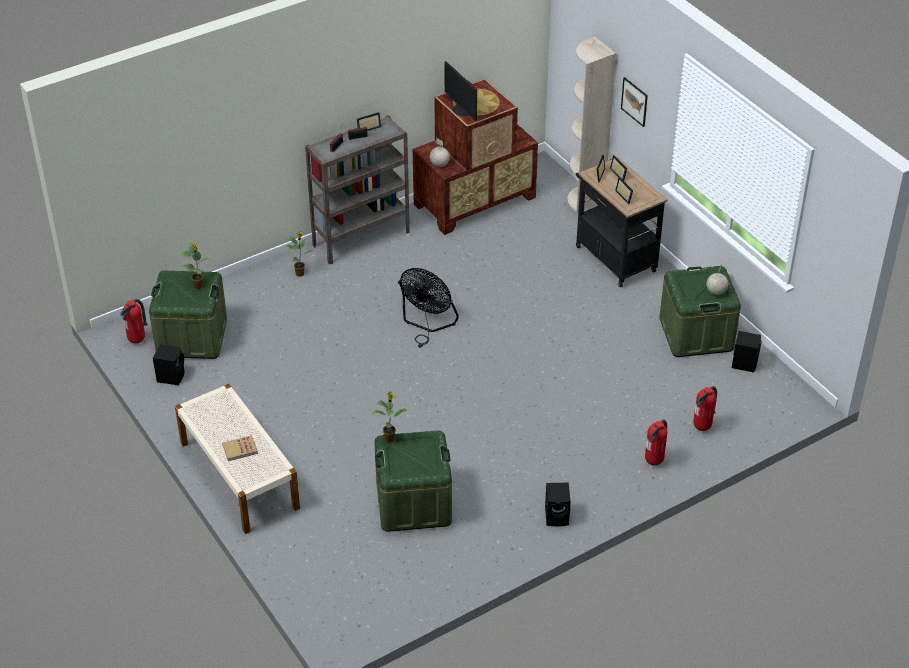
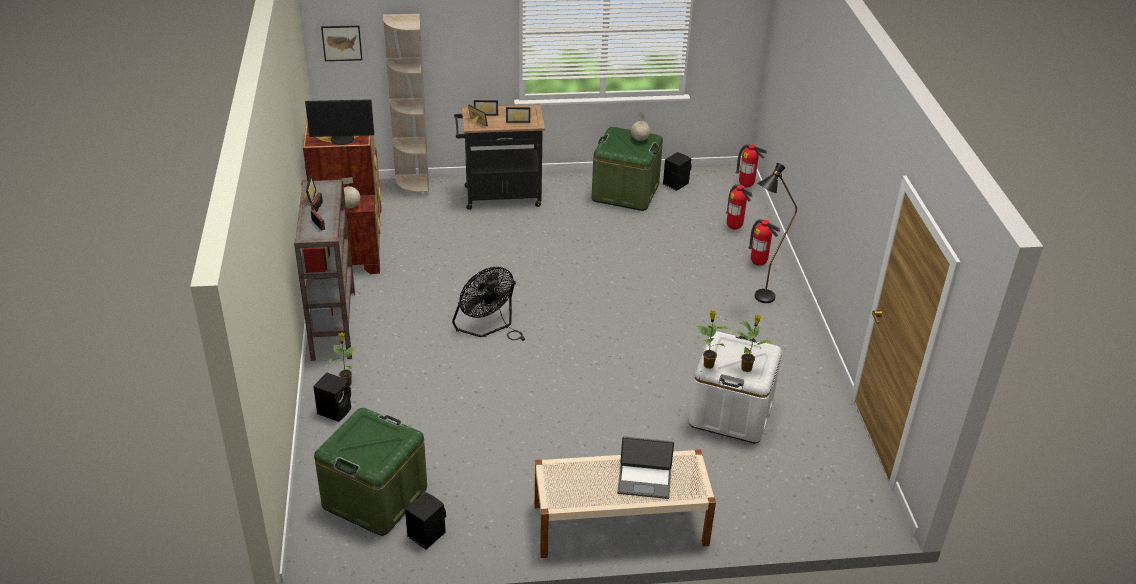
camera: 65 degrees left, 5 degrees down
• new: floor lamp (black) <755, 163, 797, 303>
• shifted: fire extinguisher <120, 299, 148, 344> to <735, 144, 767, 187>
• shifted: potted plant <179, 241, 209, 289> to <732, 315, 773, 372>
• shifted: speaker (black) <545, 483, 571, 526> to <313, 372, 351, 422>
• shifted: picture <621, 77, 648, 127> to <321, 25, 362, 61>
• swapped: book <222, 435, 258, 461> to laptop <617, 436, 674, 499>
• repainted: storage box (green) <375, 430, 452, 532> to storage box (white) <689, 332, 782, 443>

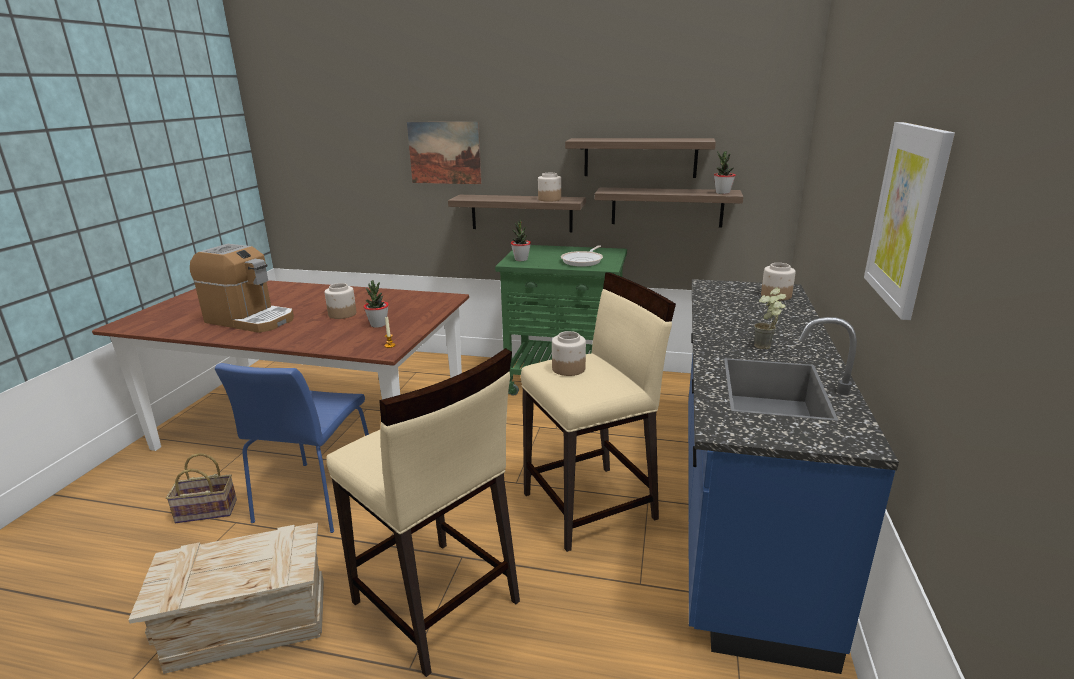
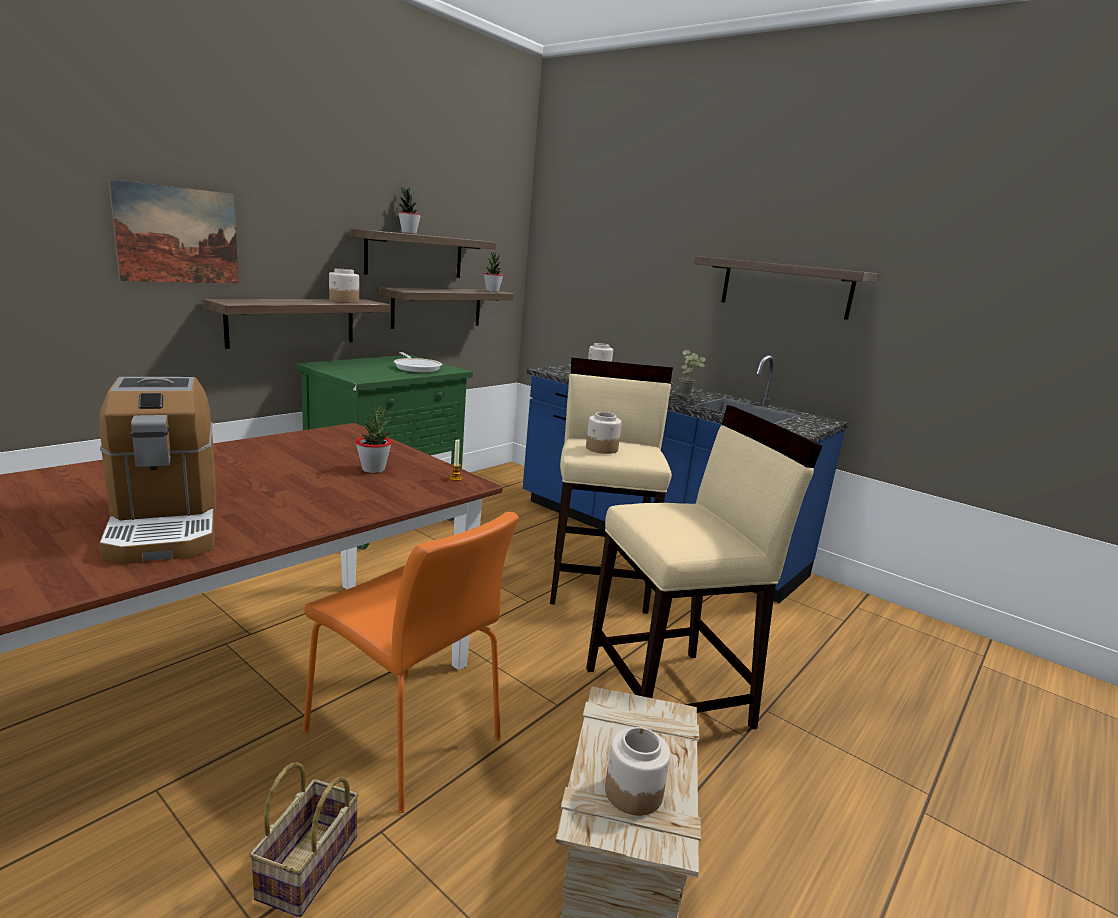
camera: 65 degrees left, 5 degrees down
• shifted: jar <325, 283, 356, 319> to <605, 727, 670, 816>
• shifted: potted plant <511, 219, 531, 261> to <398, 187, 421, 234>
• swapped: picture <864, 122, 955, 320> to shelf <694, 256, 877, 320>
• repainted: chair (blue) <215, 363, 369, 533> to chair (orange) <303, 512, 519, 813>
• rotated: coffee machine <190, 244, 294, 333> = <99, 377, 217, 564> 105 degrees clockwise

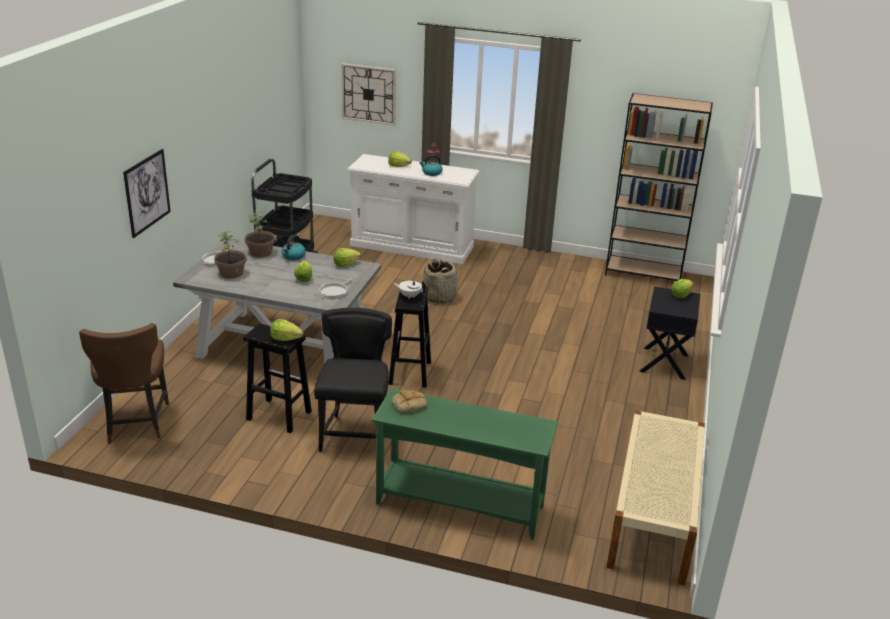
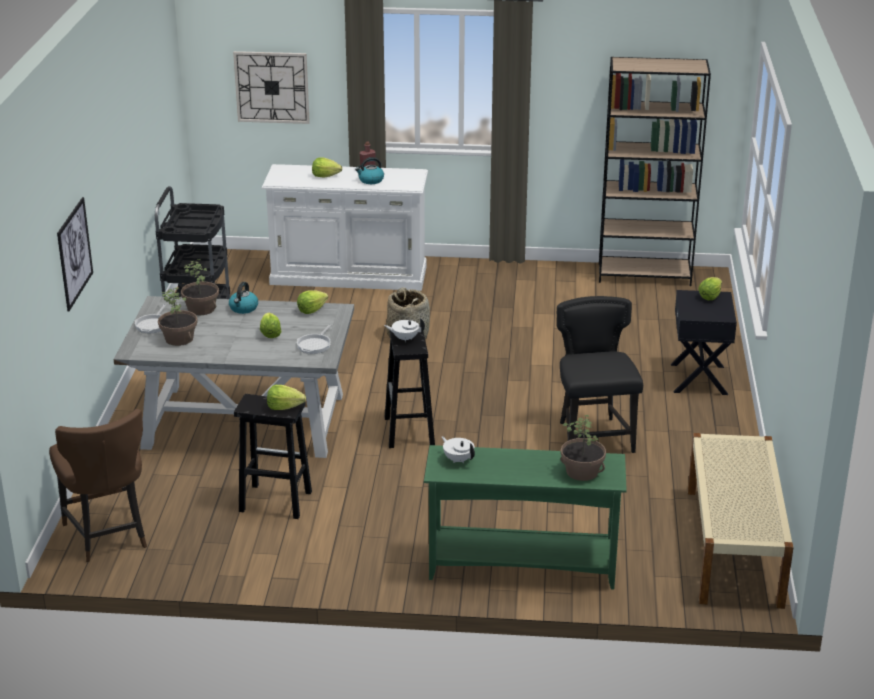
camera: 10 degrees left, 0 degrees up
• new: potted plant <561, 414, 606, 481>
• shifted: chair (black) <314, 308, 392, 452> to <557, 296, 643, 453>
• swapped: bread <392, 390, 427, 414> to teapot (white) <442, 436, 475, 463>

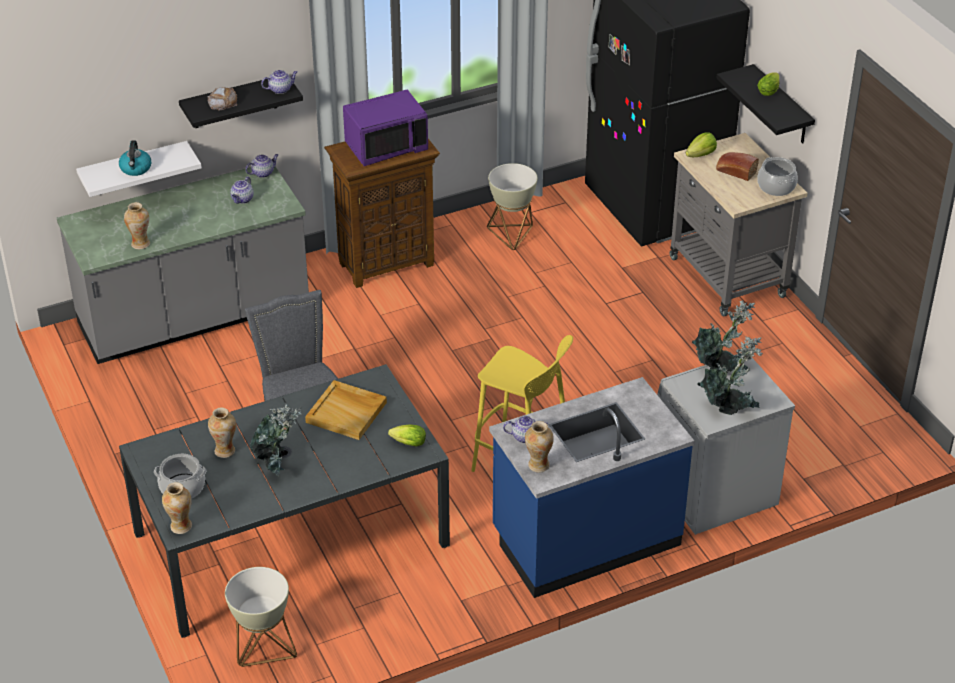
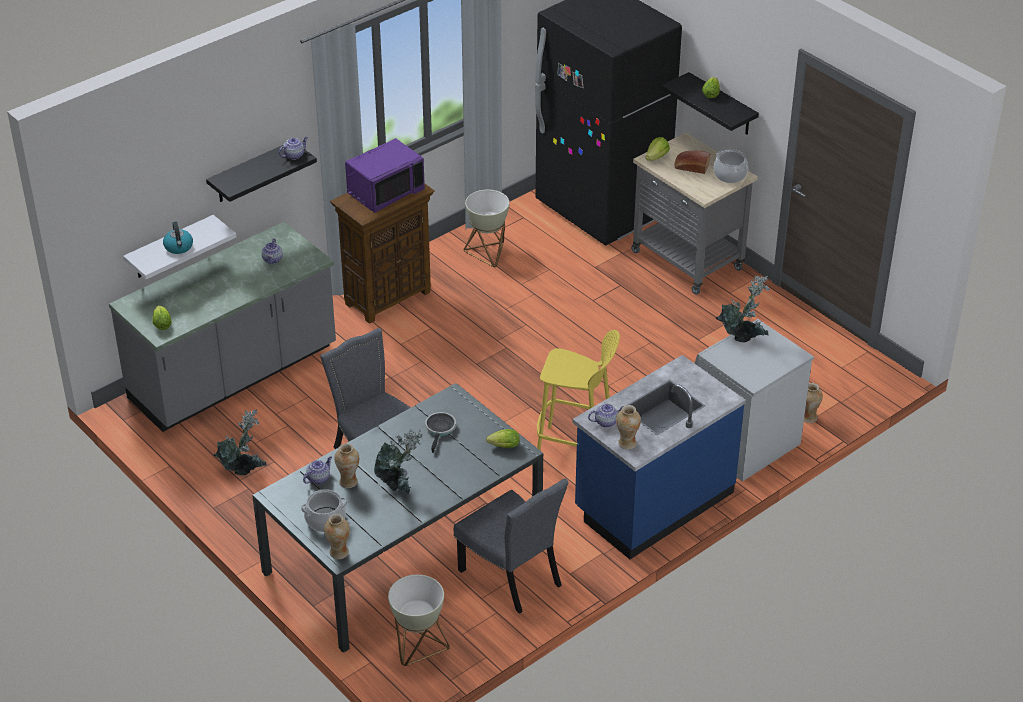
camera: 15 degrees left, 0 degrees up
• gone: bread <207, 87, 237, 111>
• new: lettuce <152, 305, 172, 330>
• new: chair (grey) <454, 479, 568, 614>
• shifted: vase <124, 202, 150, 249> to <804, 383, 823, 423>
• shifted: teapot <245, 154, 278, 178> to <303, 456, 332, 484>
• shifted: potted plant <698, 337, 763, 415> to <214, 409, 267, 475>
• swapped: tray (beige) <305, 380, 387, 440> to frying pan <425, 412, 456, 453>

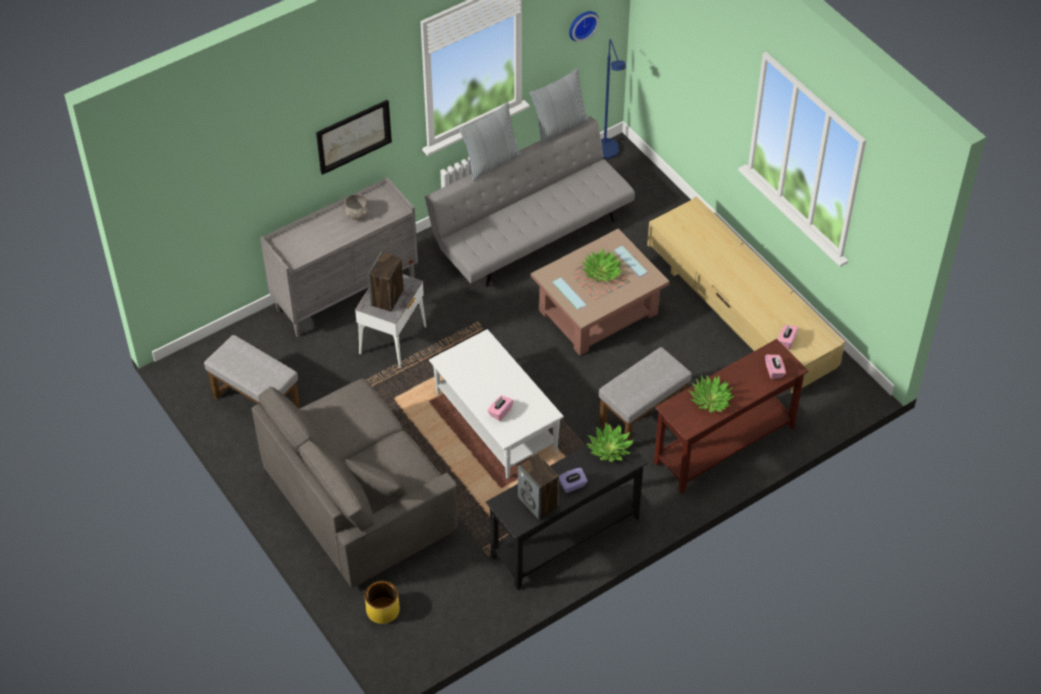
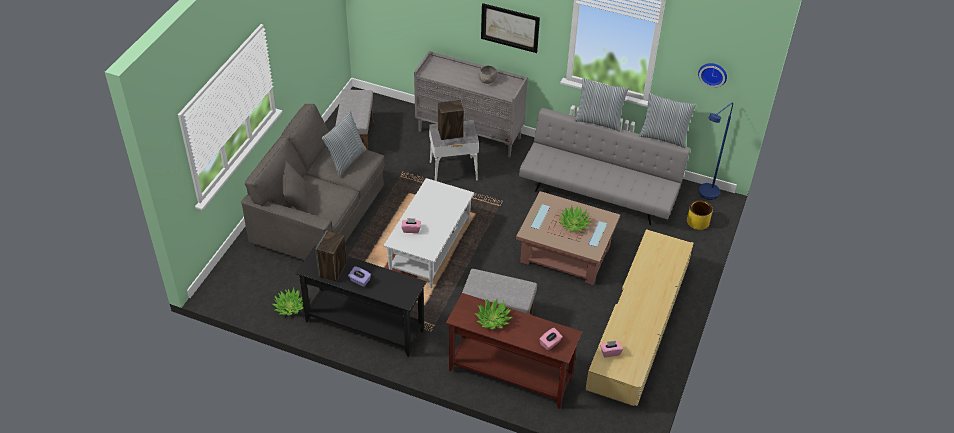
camera: 55 degrees right, 5 degrees down
• new: pillow <322, 110, 367, 177>
• shifted: planter (yellow) <365, 581, 400, 624> to <687, 200, 713, 230>
• shifted: potted plant <587, 423, 635, 462> to <272, 288, 304, 316>

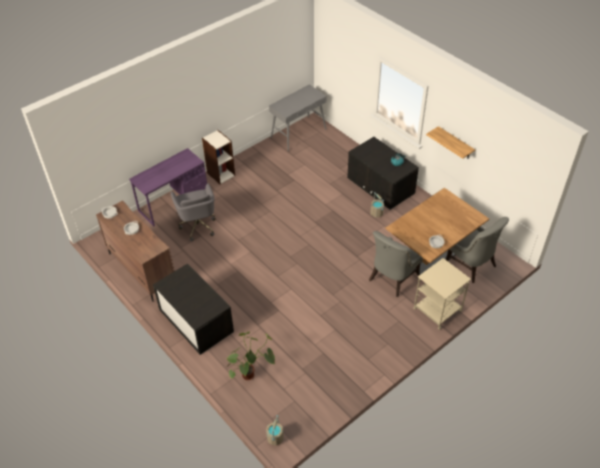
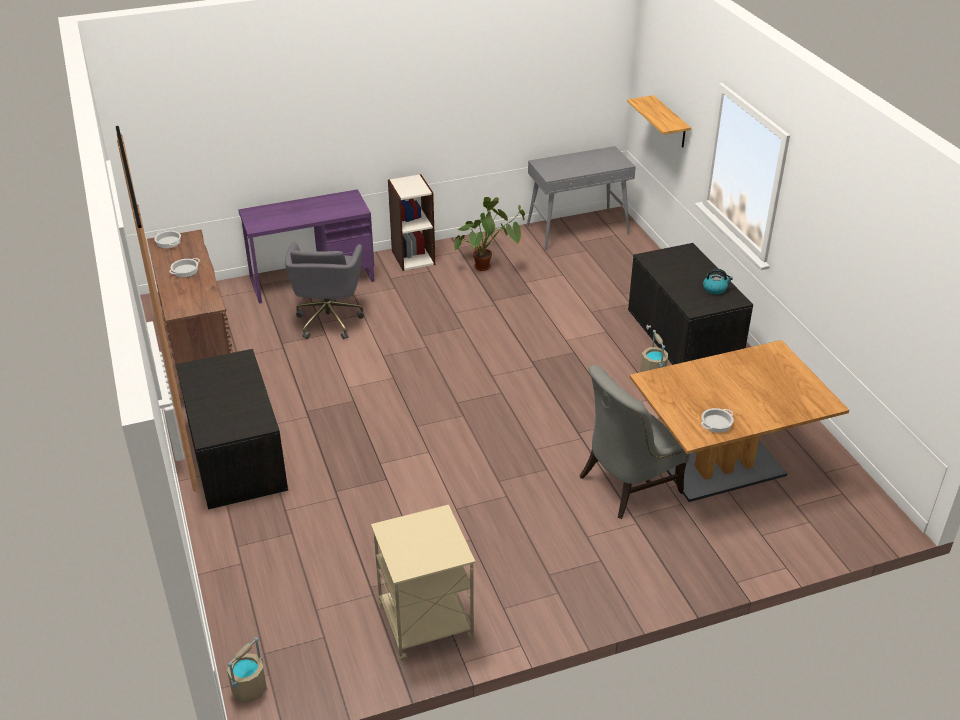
camera: 20 degrees right, 10 degrees down
• gone: chair (grey) <445, 217, 509, 283>
• shifted: potted plant <226, 331, 275, 380> to <454, 197, 525, 271>
• shifted: cart (beige) <413, 258, 471, 330> to <371, 505, 475, 661>
• shifted: shelf <426, 126, 475, 159> to <627, 95, 691, 147>

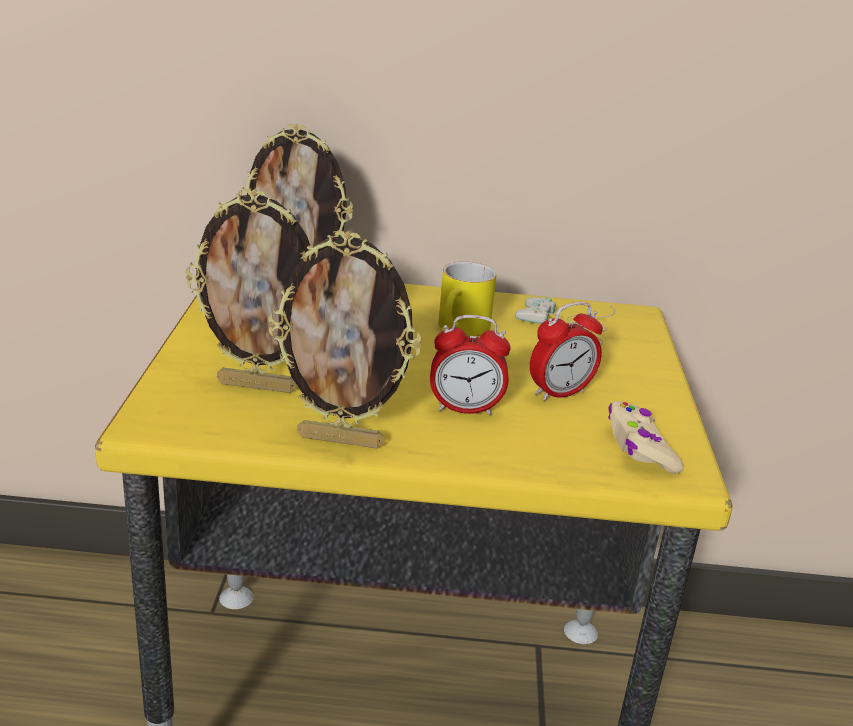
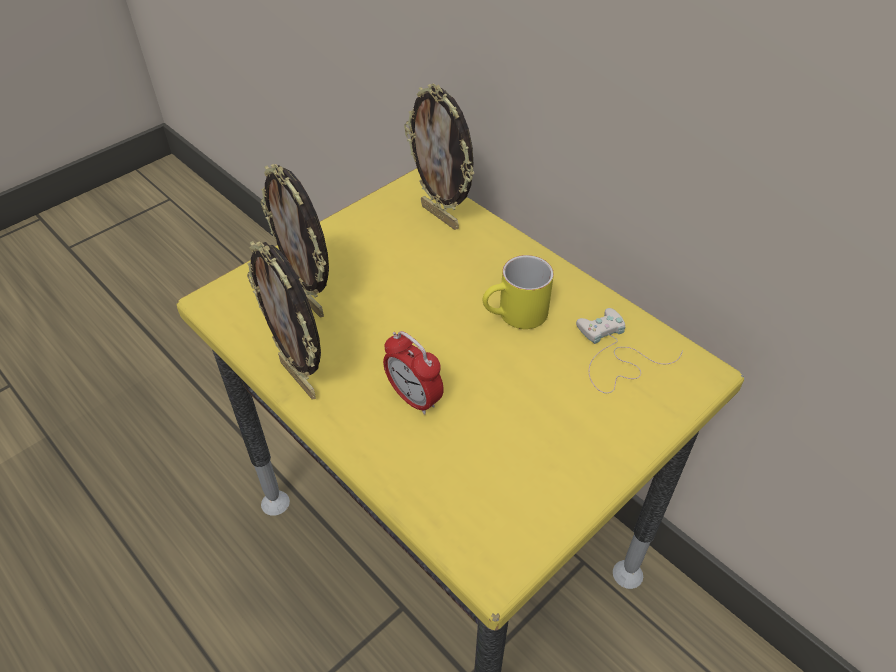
camera: 45 degrees right, 20 degrees up
• gone: alarm clock <530, 302, 603, 401>
• gone: game controller (beige) <608, 401, 684, 474>

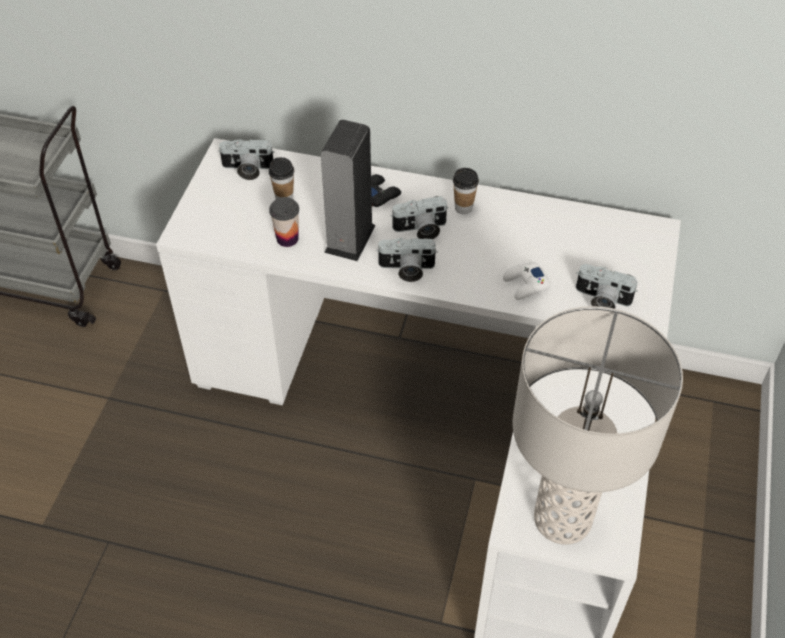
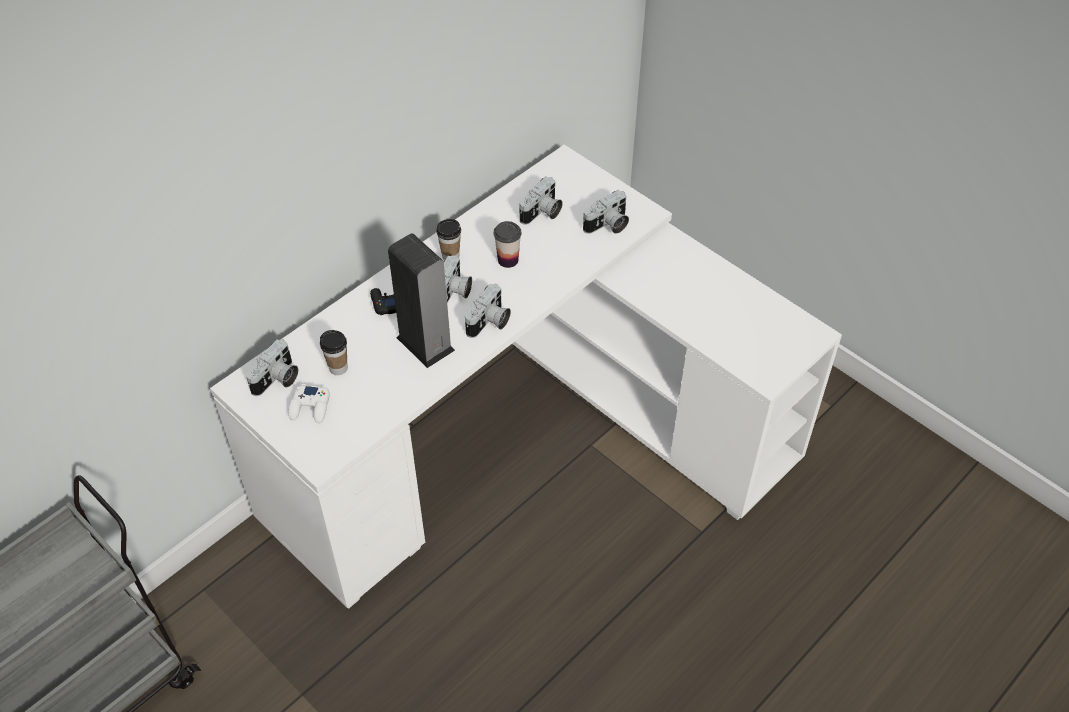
camera: 60 degrees left, 0 degrees up
• gone: table lamp (white) <512, 306, 683, 544>
• new: photo camera <520, 177, 563, 225>
• shifted: cup <269, 197, 299, 247> to <494, 221, 522, 268>
• shifted: game controller (white) <503, 261, 551, 300> to <288, 384, 330, 423>

